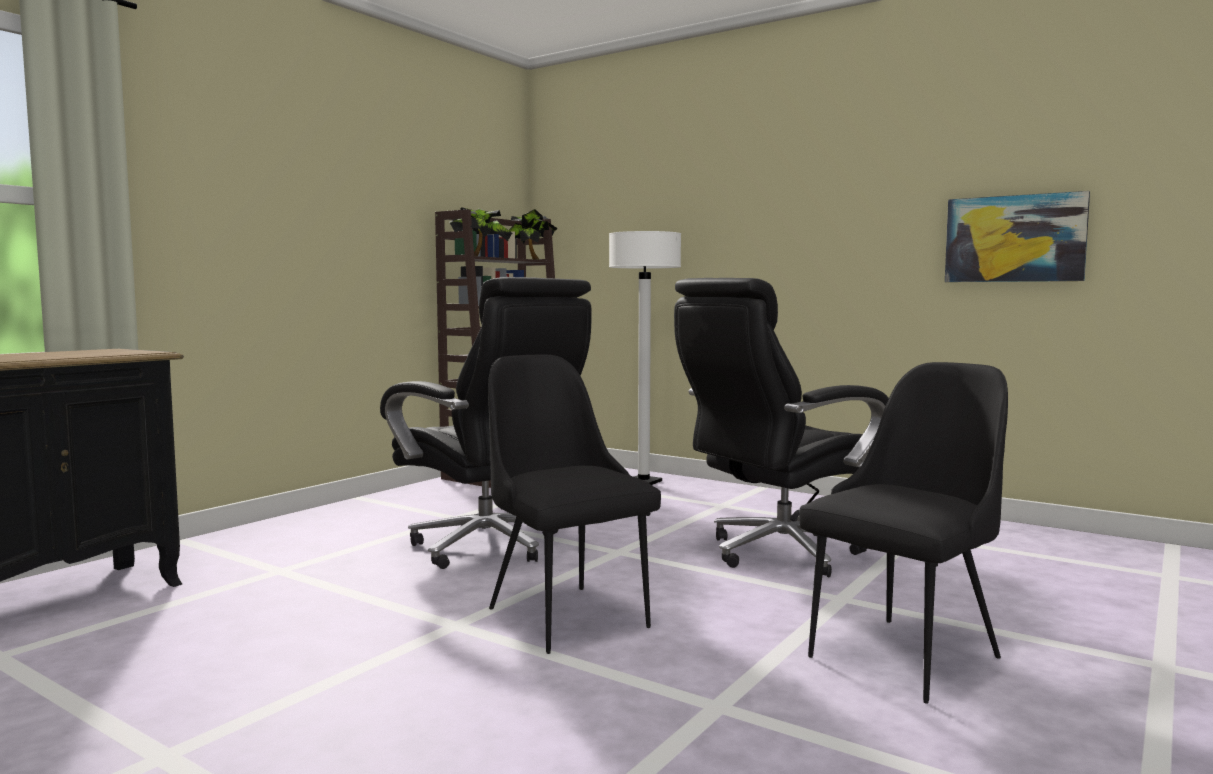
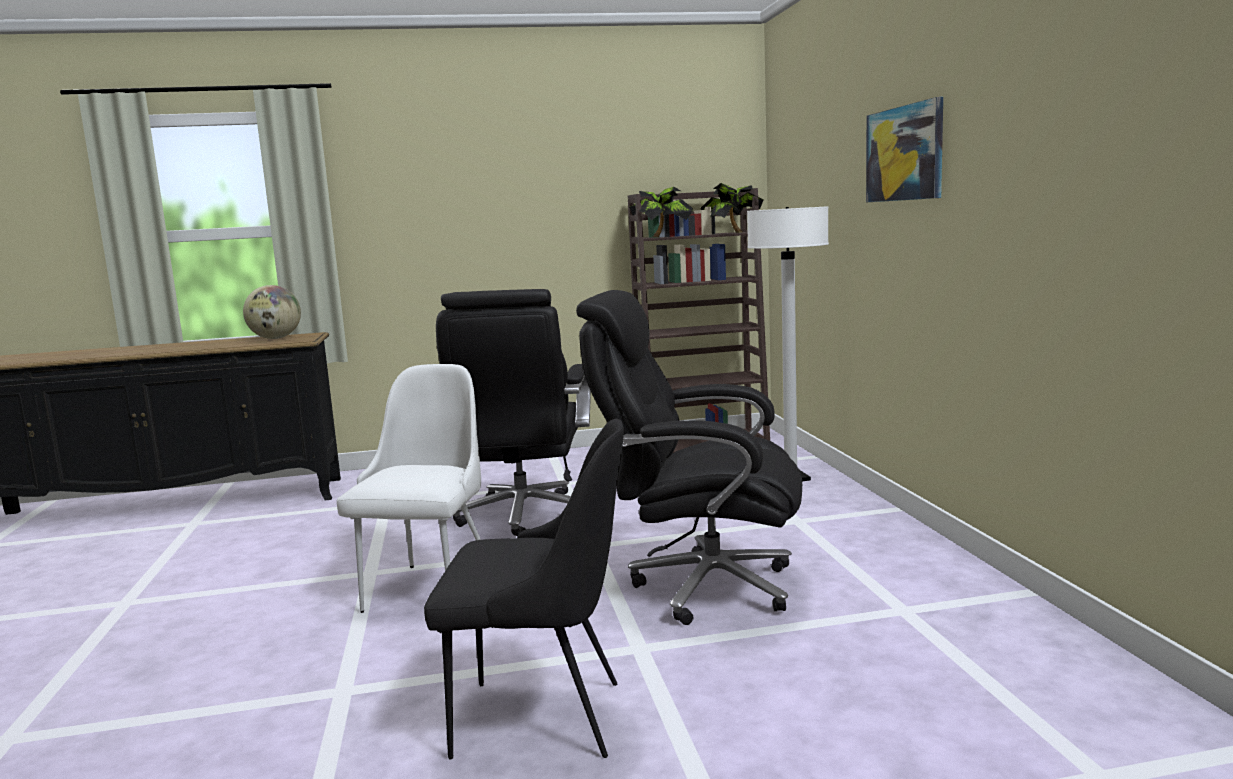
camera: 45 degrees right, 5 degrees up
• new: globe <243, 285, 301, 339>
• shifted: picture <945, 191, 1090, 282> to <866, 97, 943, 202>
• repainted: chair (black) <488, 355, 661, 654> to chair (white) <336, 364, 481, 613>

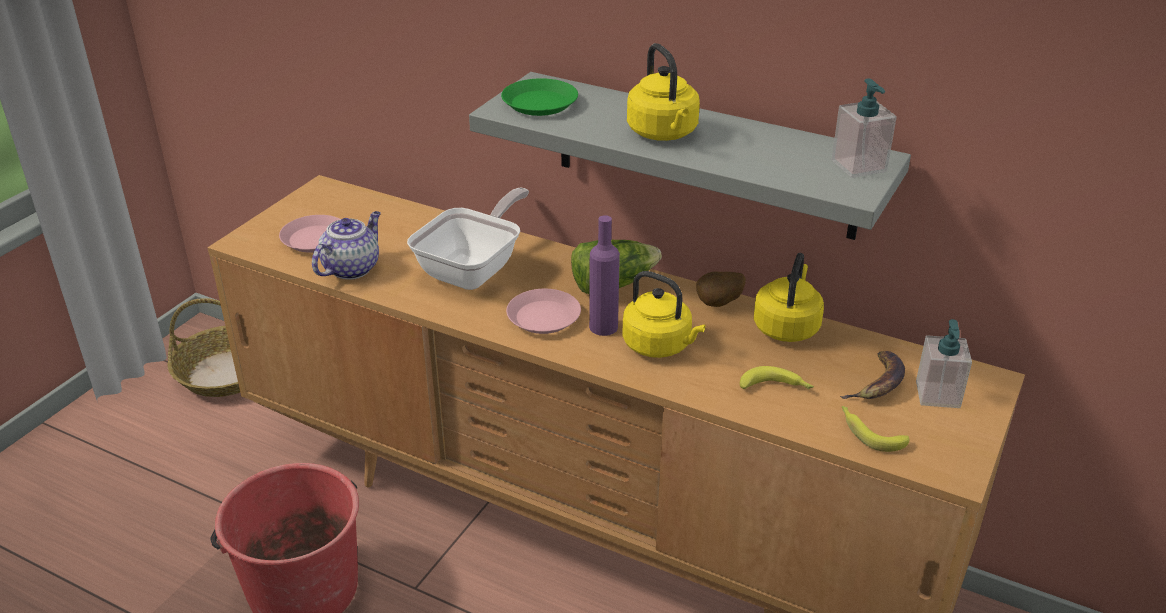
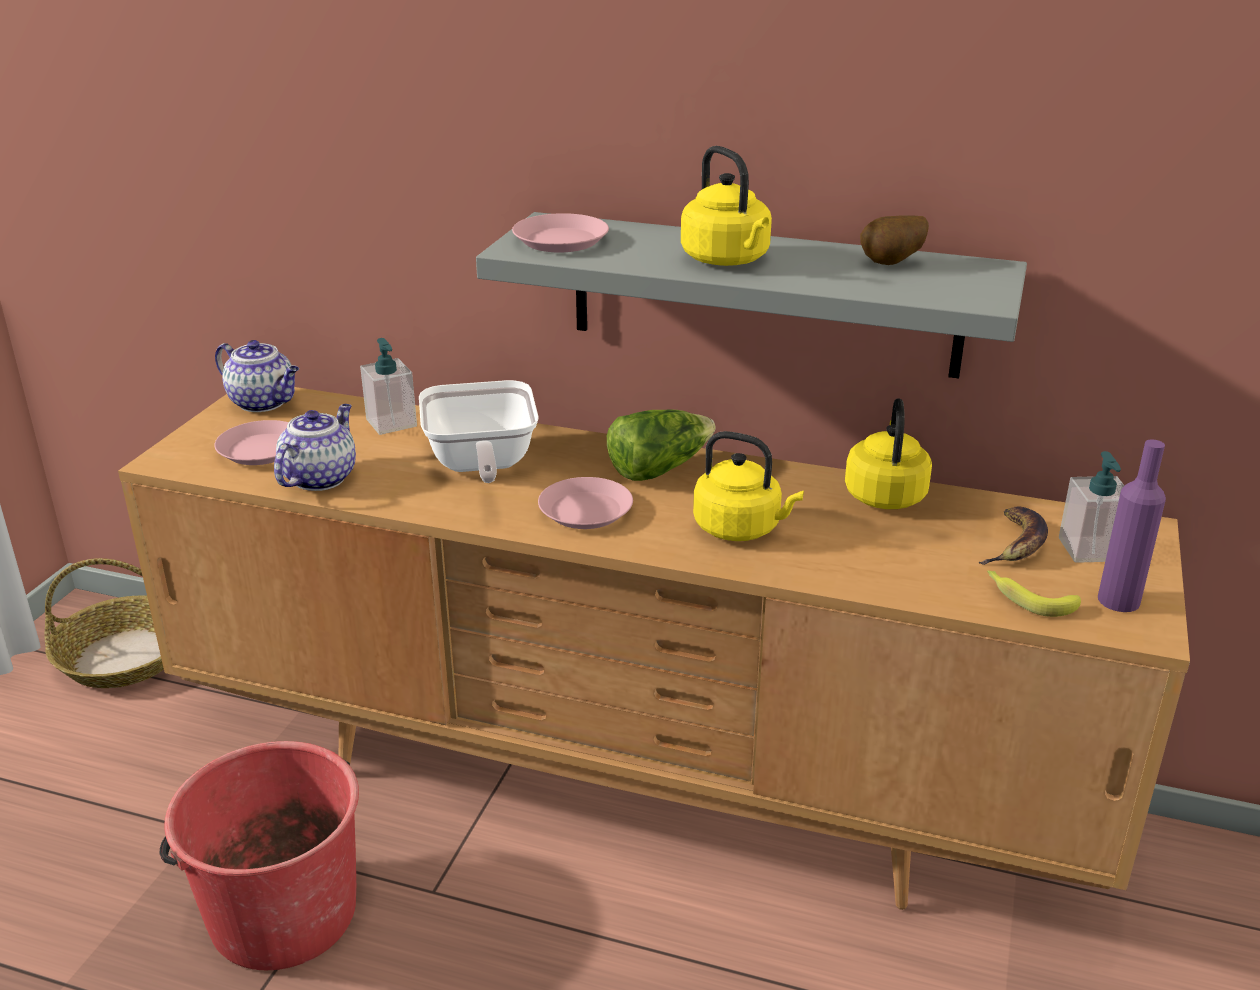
camera: 10 degrees left, 5 degrees down
• gone: banana <740, 366, 814, 389>
• new: teapot <215, 340, 299, 412>
• shifted: bottle (purple) <589, 215, 620, 336> to <1098, 439, 1166, 612>
• shifted: potato <696, 272, 746, 307> to <860, 216, 929, 265>
• shifted: soap dispenser <831, 78, 897, 178> to <360, 338, 417, 435>
• repainted: plate (green) <501, 78, 578, 116> to plate (pink) <512, 213, 609, 252>
• rotated: frying pan <407, 188, 529, 290> = <419, 380, 539, 483> 150 degrees clockwise

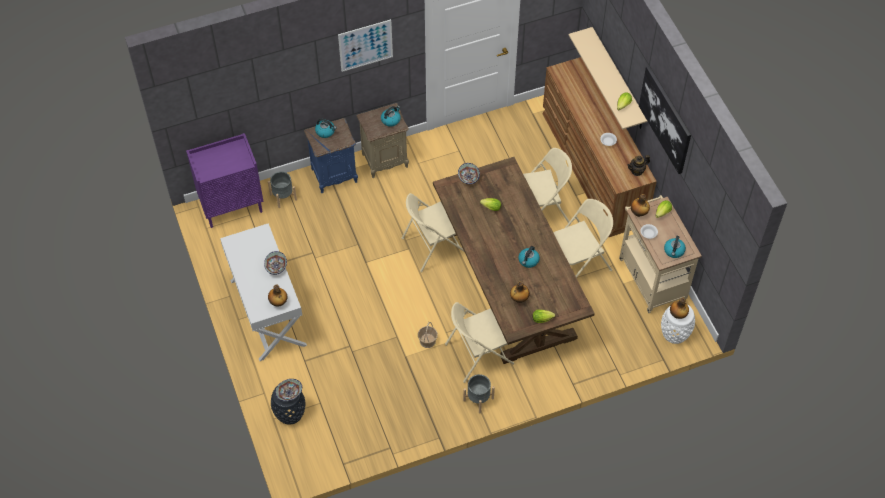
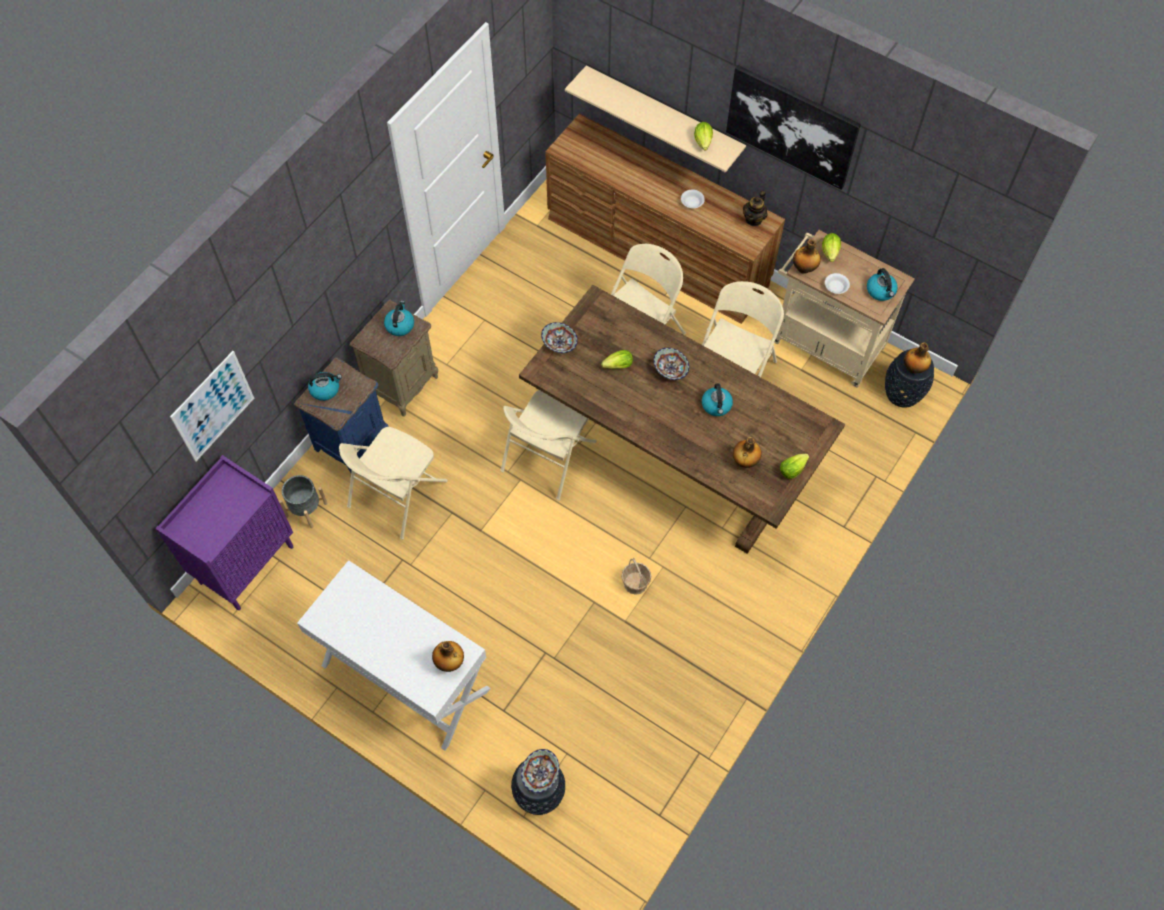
camera: 35 degrees left, 5 degrees up
• gone: planter (grey) <463, 374, 495, 413>
• shifted: bowl <264, 251, 287, 275> to <653, 348, 689, 380>
• shifted: picture <338, 19, 393, 72> to <170, 351, 254, 461>
• shifted: chair (beige) <445, 302, 514, 383> to <339, 427, 448, 540>
• repainted: stool (white) <661, 304, 695, 344> to stool (black) <885, 349, 934, 408>

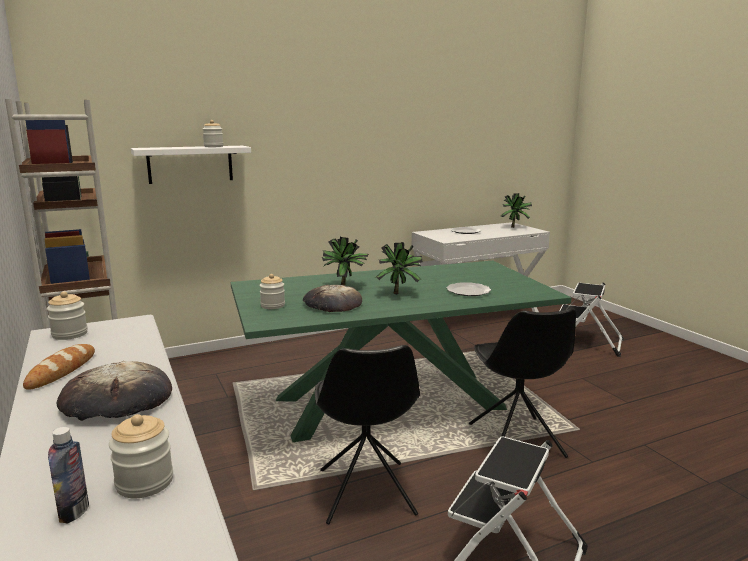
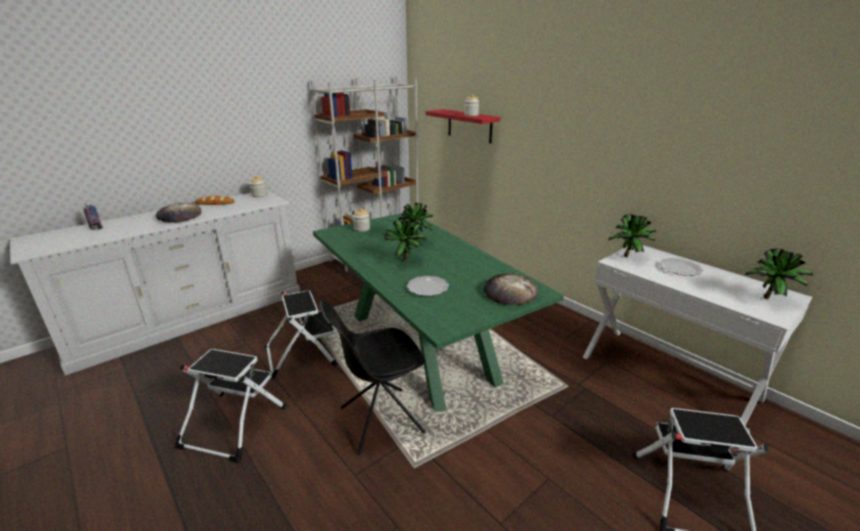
camera: 75 degrees right, 10 degrees up
• gone: jar <109, 414, 173, 498>
• new: potted plant <609, 214, 656, 257>
• shifted: bread <303, 285, 362, 312> to <484, 273, 538, 305>
• swapped: chair (black) <315, 345, 420, 524> to step ladder <265, 290, 338, 379>
• repainted: shelf (white) <131, 146, 251, 184> to shelf (red) <426, 109, 500, 144>

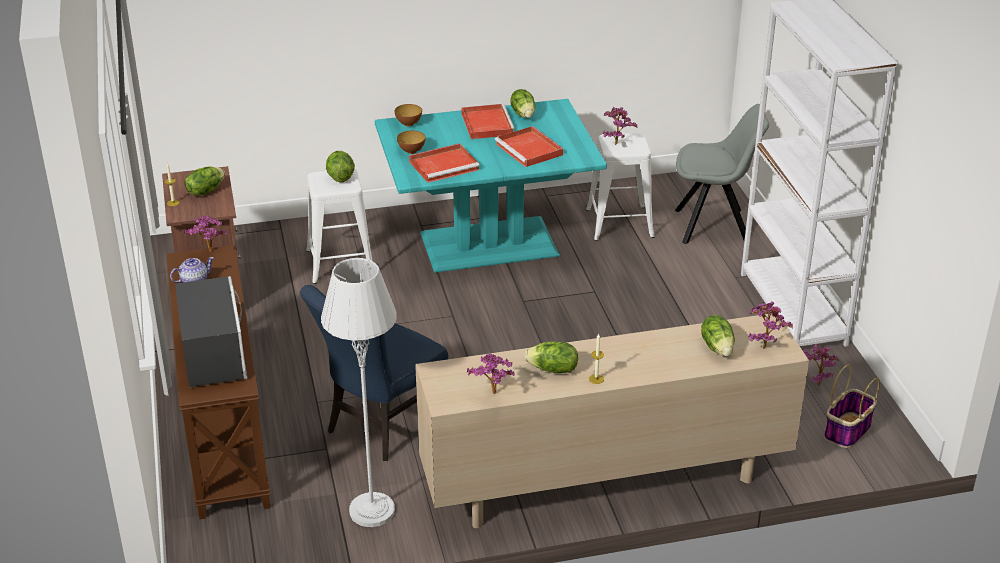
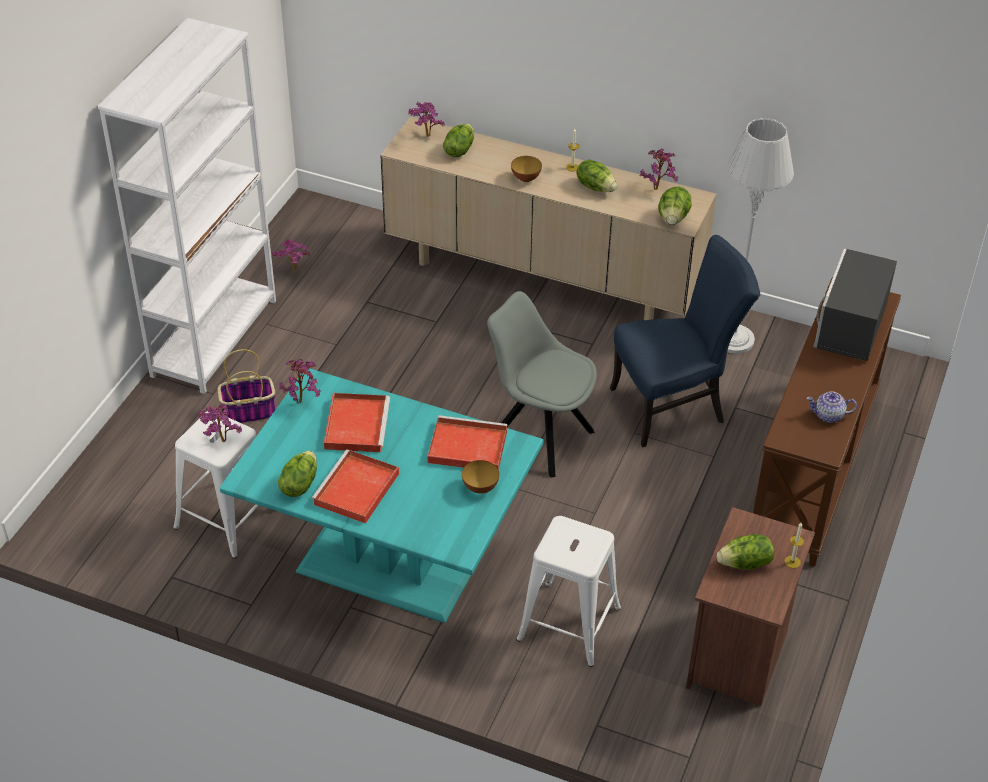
camera: 145 degrees left, 10 degrees up
• shifted: potted plant <184, 215, 227, 252> to <279, 359, 321, 403>
• shifted: lettuce <326, 151, 355, 182> to <658, 187, 692, 225>
• shifted: bowl <395, 104, 422, 127> to <511, 156, 542, 182>
• shifted: chair (grey) <675, 104, 769, 244> to <487, 291, 597, 477>
• shifted: basket <824, 365, 880, 448> to <217, 349, 276, 424>

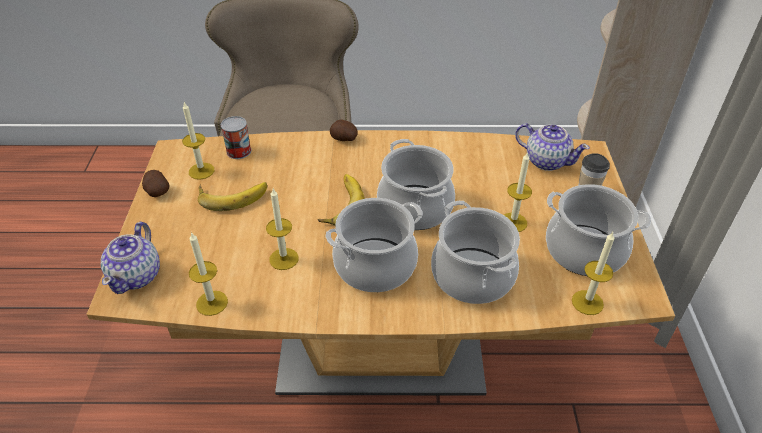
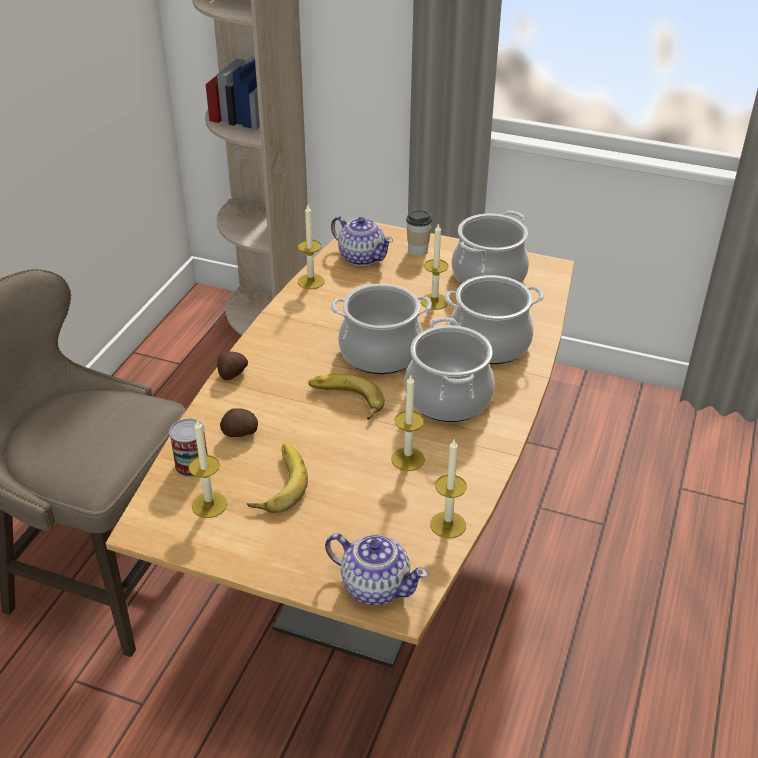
camera: 70 degrees left, 5 degrees down
• shifted: potato <142, 170, 170, 197> to <220, 408, 258, 437>
• shifted: candle <572, 232, 615, 315> to <298, 205, 325, 289>
• rotated: teapot <515, 123, 590, 171> = <331, 216, 393, 266> 75 degrees clockwise

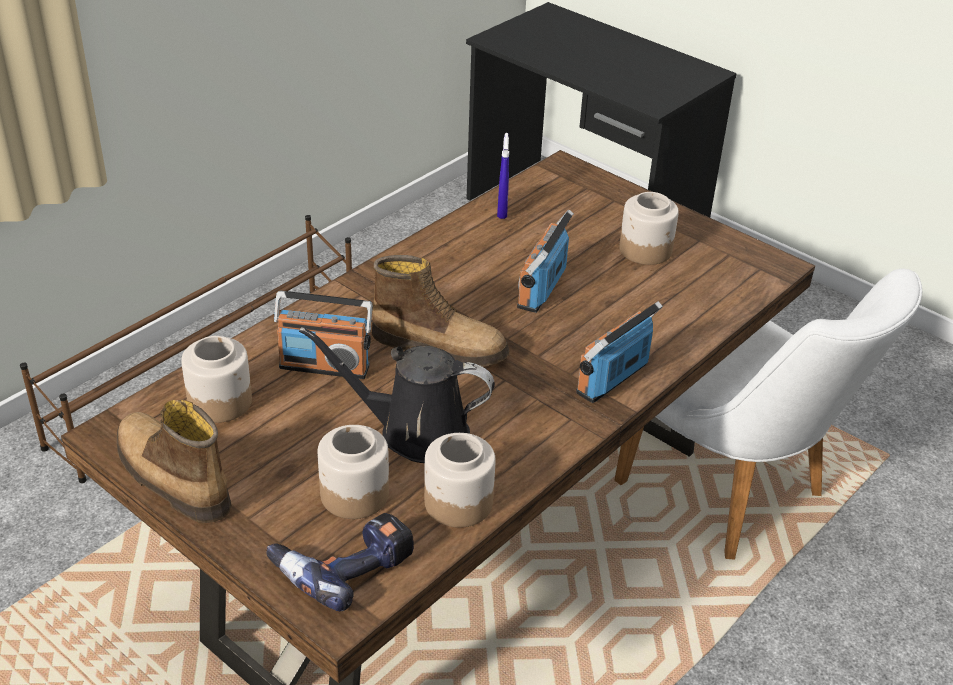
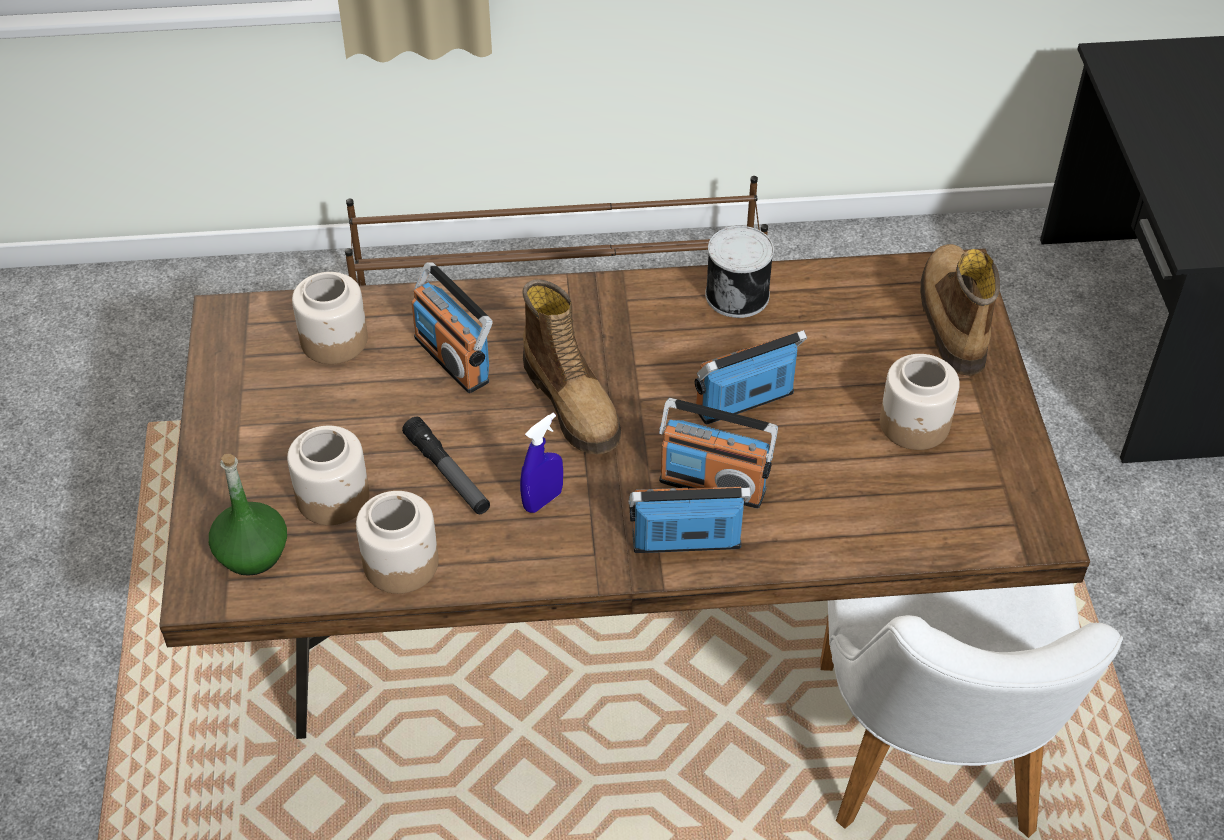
camera: 45 degrees right, 10 degrees up
• new: radio <659, 398, 778, 509>
• new: can <705, 226, 774, 318>
• shifted: boot <117, 399, 232, 523> to <920, 244, 1000, 376>
• shifted: spray bottle (blue) <497, 133, 509, 219> to <520, 413, 563, 513>
• swapped: power drill <266, 513, 414, 611> to bottle (green) <209, 454, 287, 576>
• swapped: watering can (black) <299, 326, 495, 463> to flashlight <402, 417, 490, 514>

